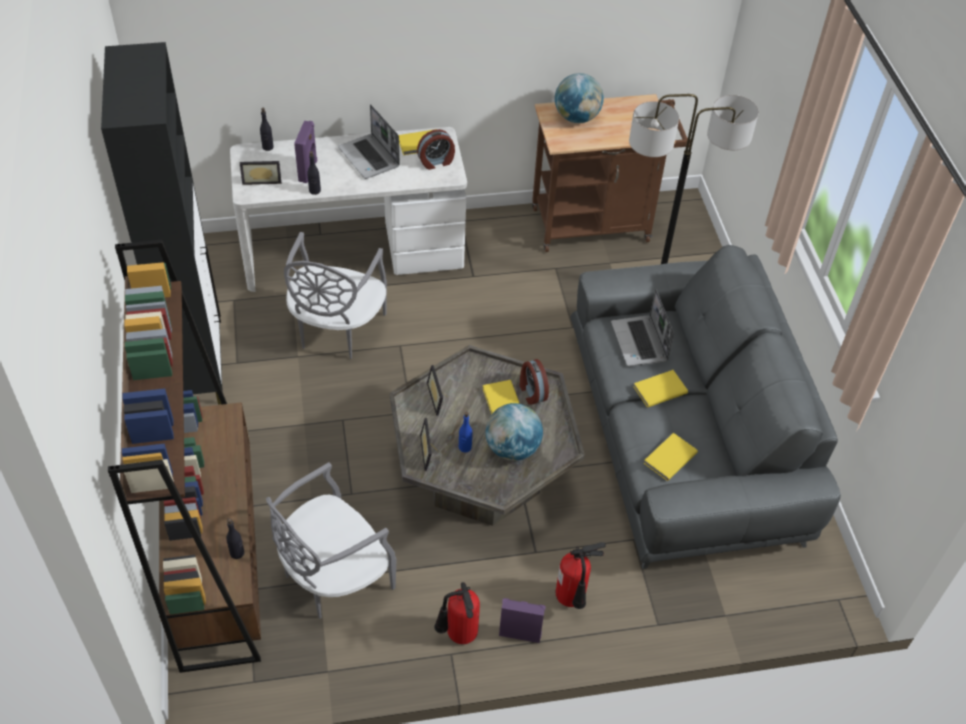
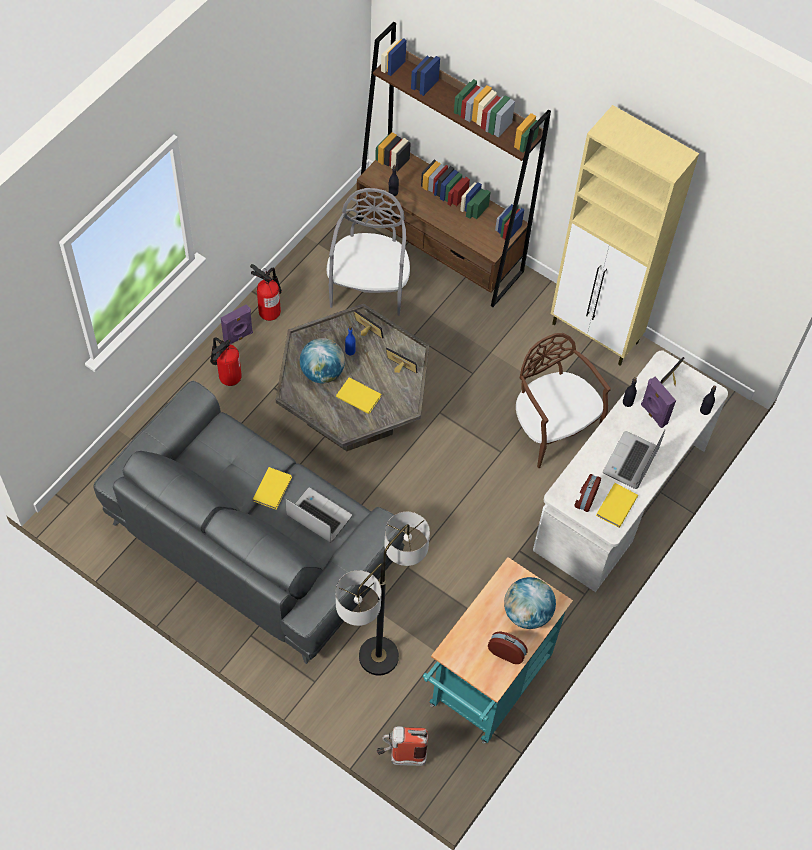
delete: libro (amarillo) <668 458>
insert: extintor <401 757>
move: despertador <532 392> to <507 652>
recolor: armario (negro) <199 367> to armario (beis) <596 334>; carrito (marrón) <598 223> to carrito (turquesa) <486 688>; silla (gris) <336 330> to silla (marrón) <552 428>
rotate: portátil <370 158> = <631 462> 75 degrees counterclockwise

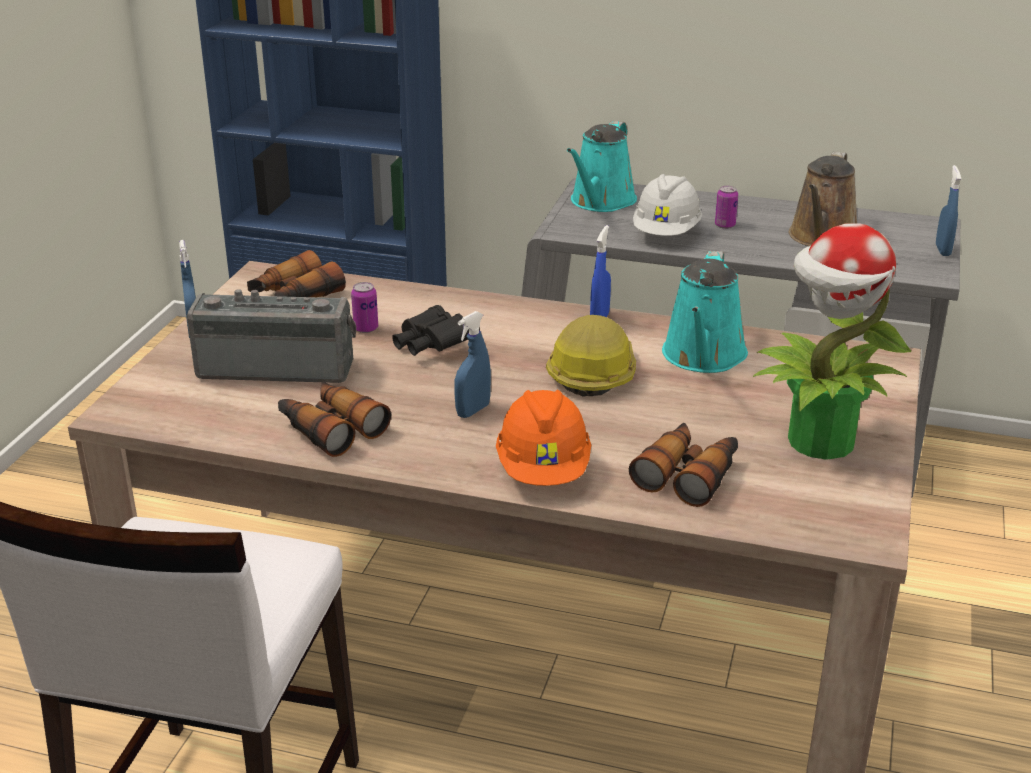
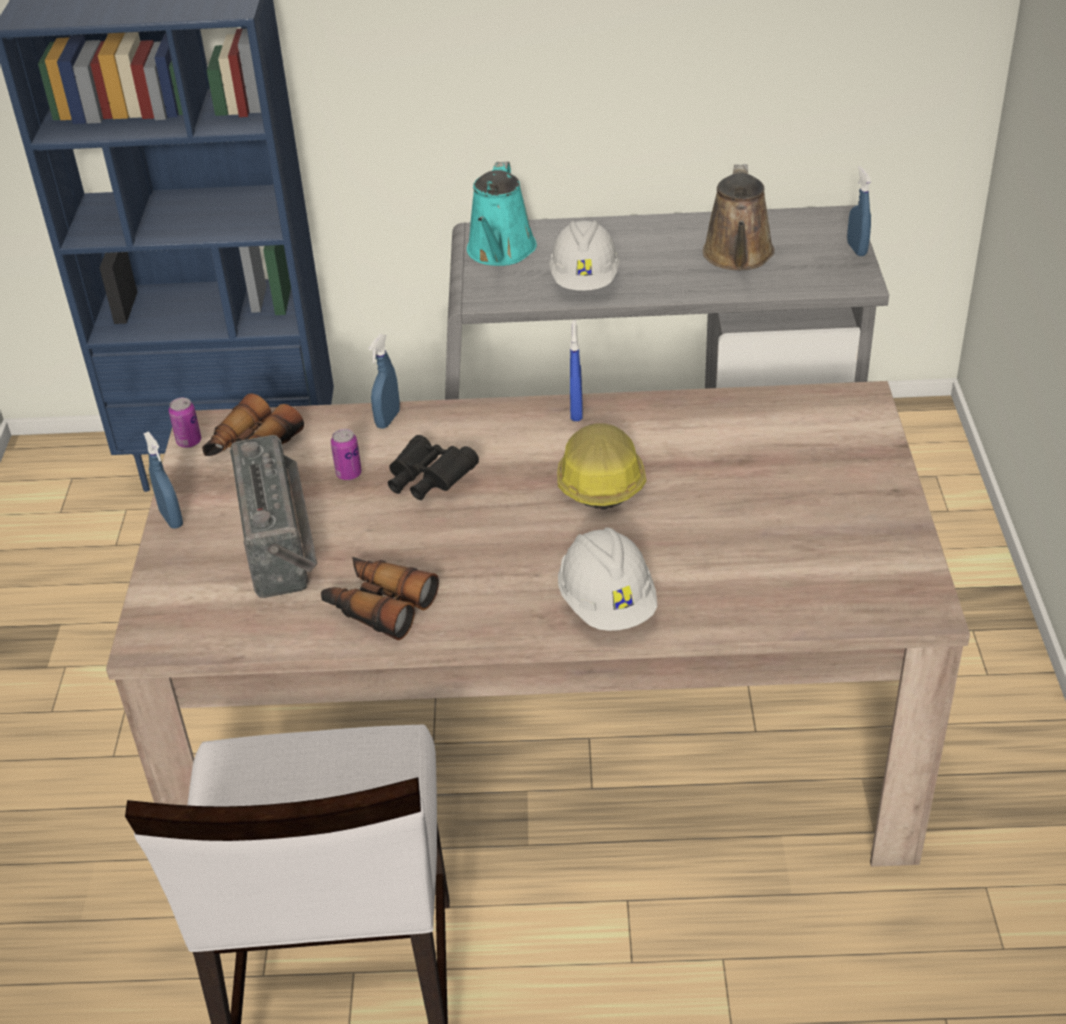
delete: planta en maceta <819 442>; regadera (turquesa) <703 357>; prismáticos <688 474>
move: lata <725 225> to <189 442>; pulverizador (azul) <473 410> to <388 419>
recolor: casco (naranja) <543 469> to casco (blanco) <607 604>
rotate: radio <277 367> = <283 543> 90 degrees clockwise

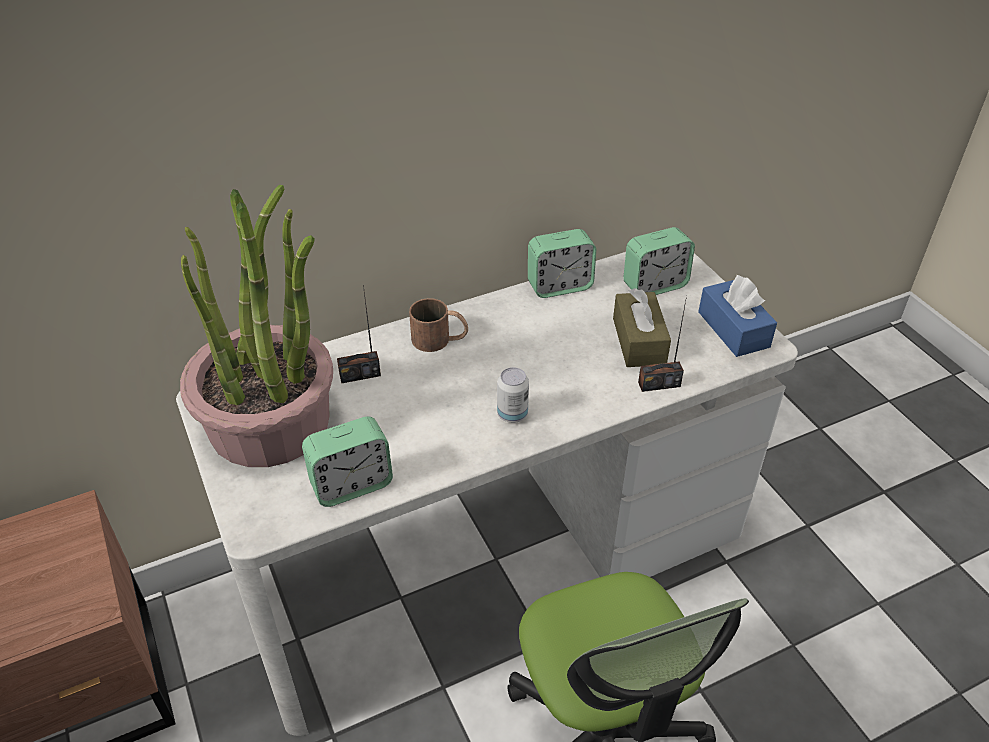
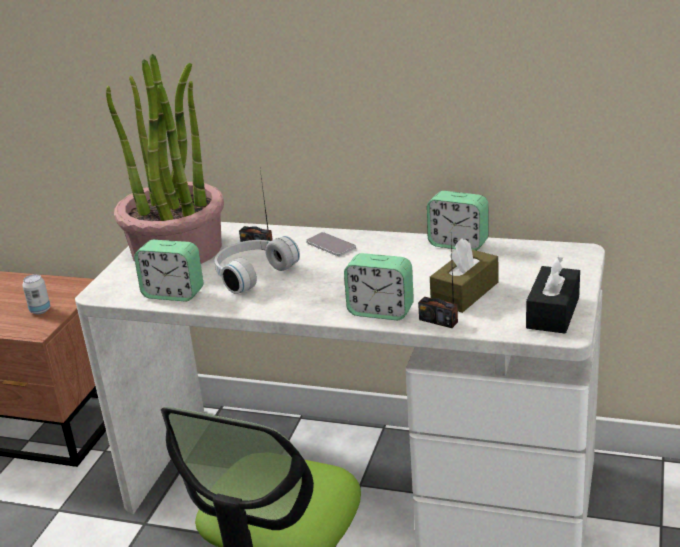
insert: auriculares (blanco) <251 274>
move: despertador <654 285> to <381 311>; lata <512 414> to <40 310>
replace: taza grande (marrón) <440 339> to móvil <331 245>
recolor: caja de pañuelos (azul) <733 329> to caja de pañuelos (negro) <553 312>

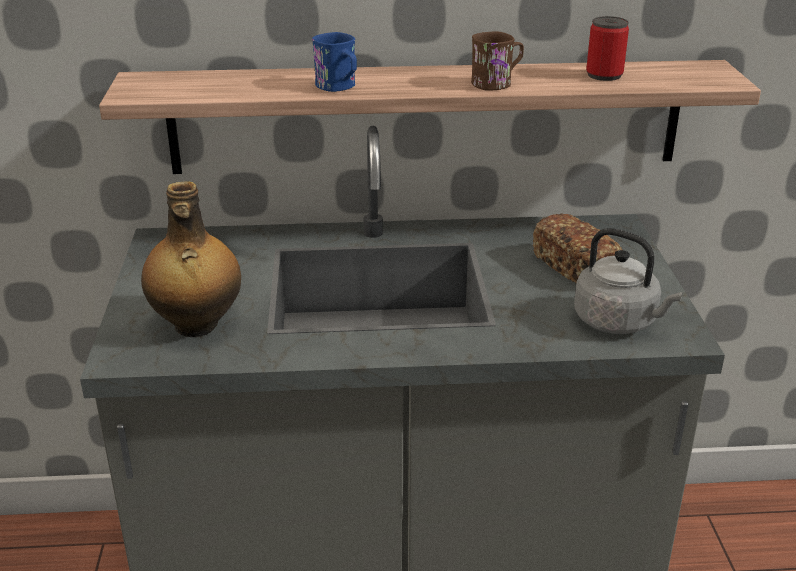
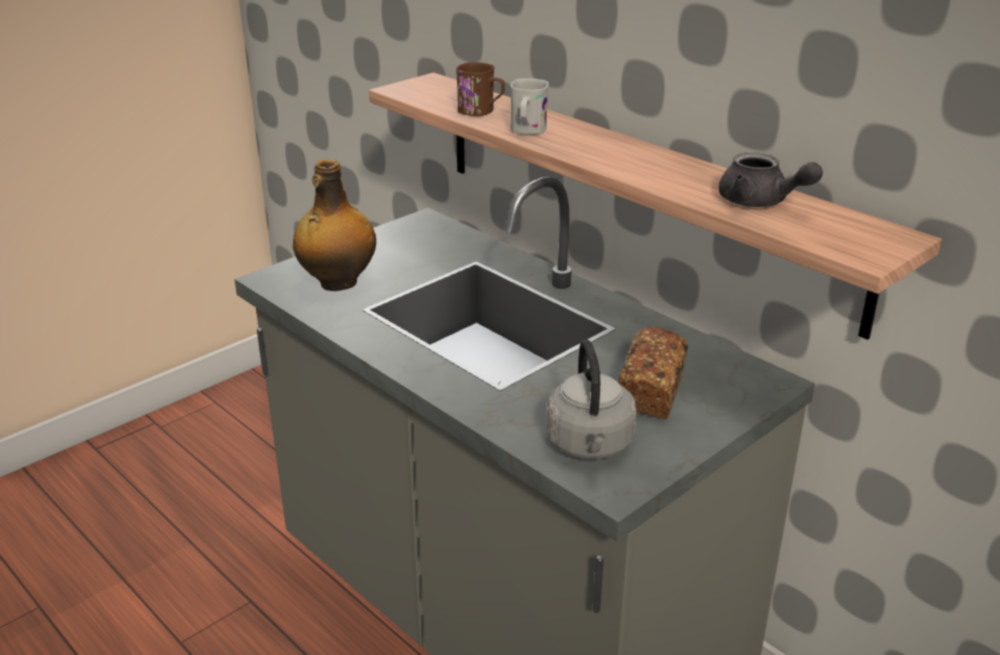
move: taza grande (marrón) <497 83> to <481 111>
replace: lata <604 75> to tetera (gris) <760 202>
recolor: taza grande (azul) <339 87> to taza grande (blanco) <527 131>

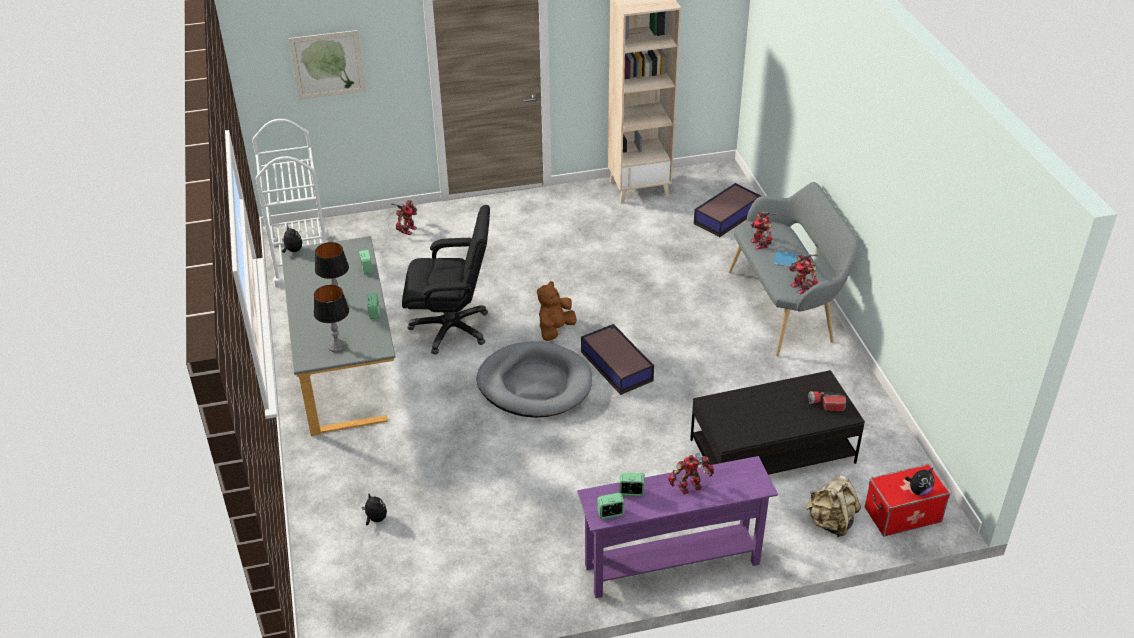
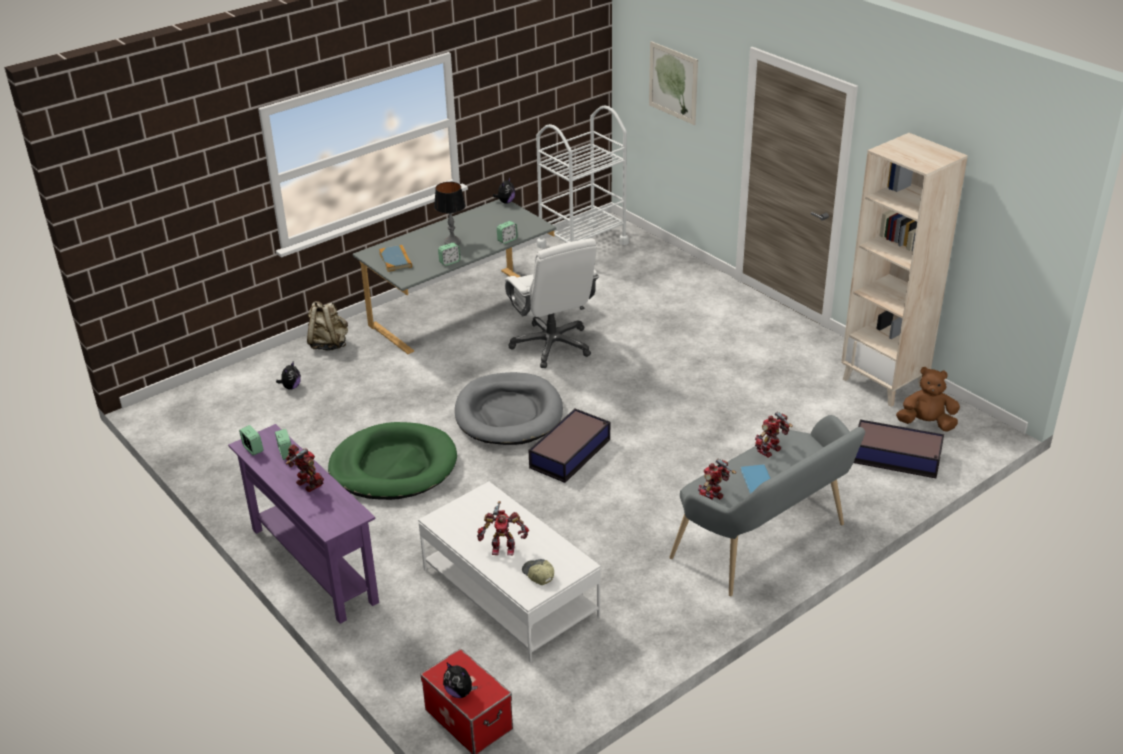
insert: cama para perro (verde) <393 466>
move: robot de juguete <407 229> to <503 548>; peluche (marrón) <555 329> to <926 423>; mochila (beis) <830 522> to <329 344>
replace: lámpara de mesa <337 346> to libro <395 260>; linterna <826 404> to gorra <538 575>
recolor: silla de oficina (negro) <452 328> to silla de oficina (blanco) <552 345>; mesa de centro (negro) <772 452> to mesa de centro (blanco) <509 593>

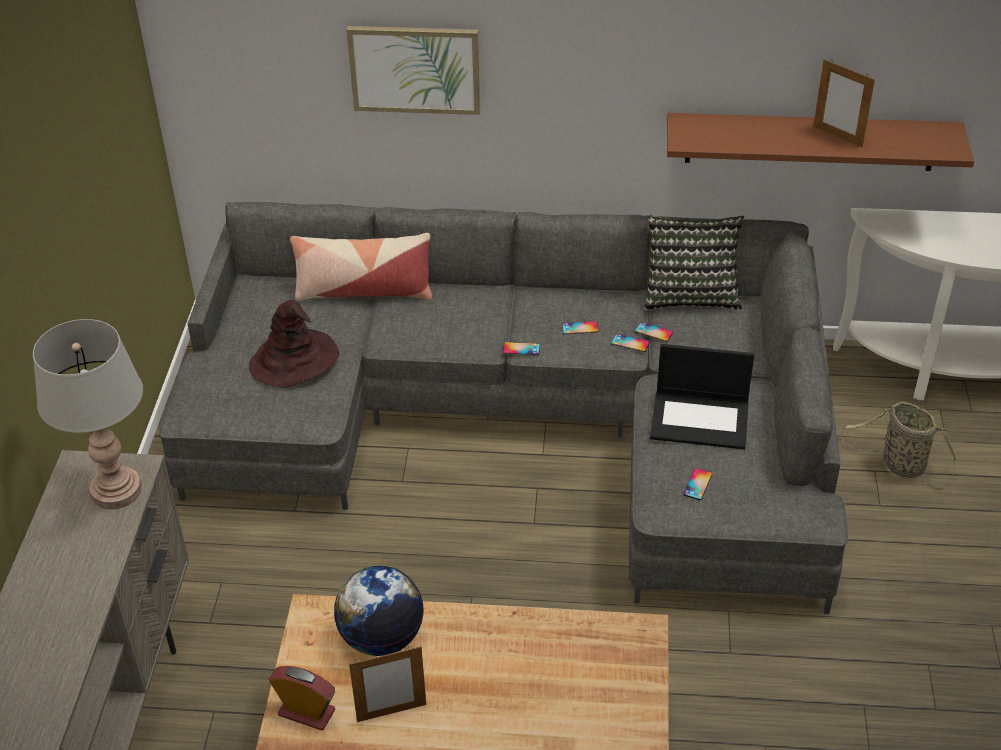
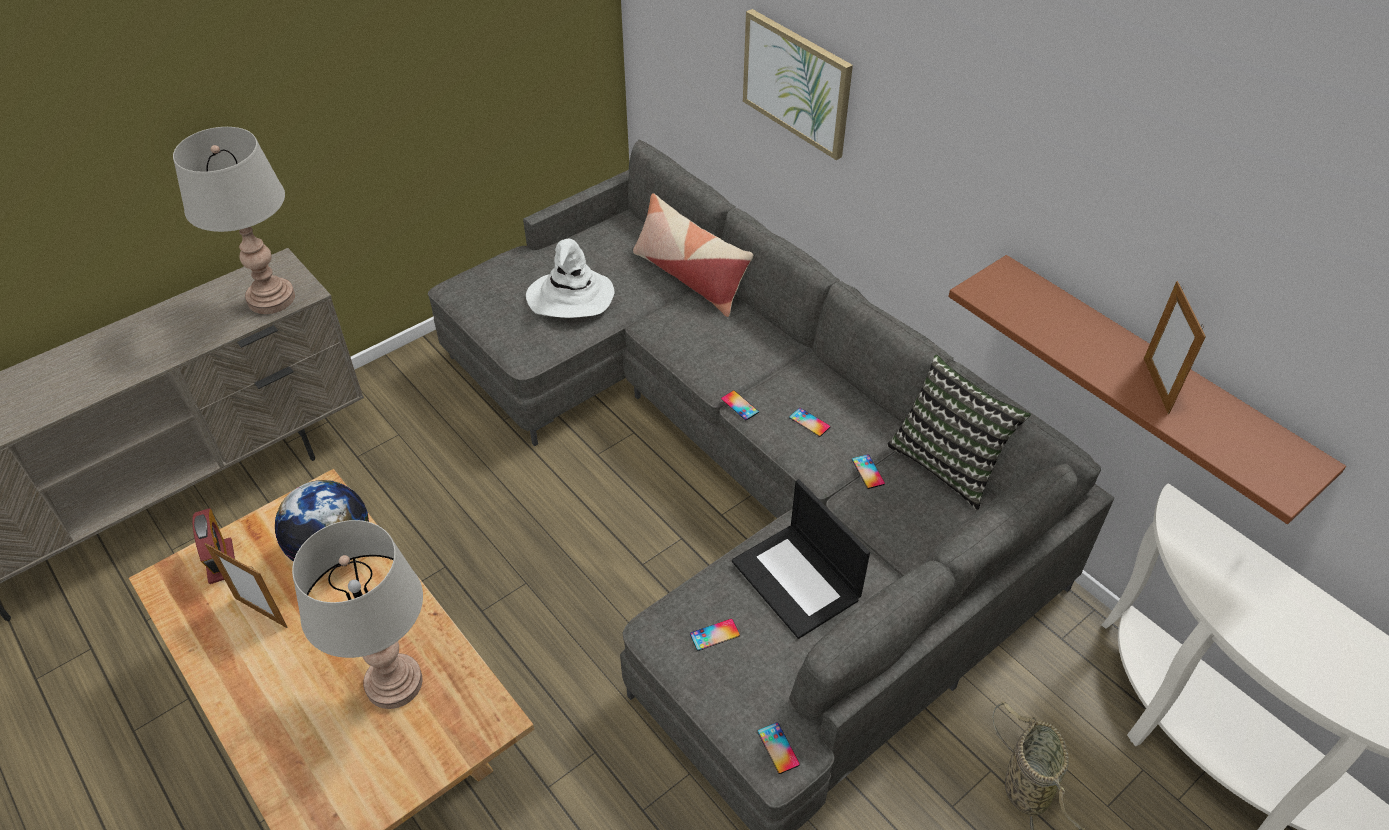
insert: lámpara de mesa (gris) <394 684>
move: móvil <630 343> to <778 748>
recolor: sombrero (marrón) <294 360> to sombrero (blanco) <570 297>

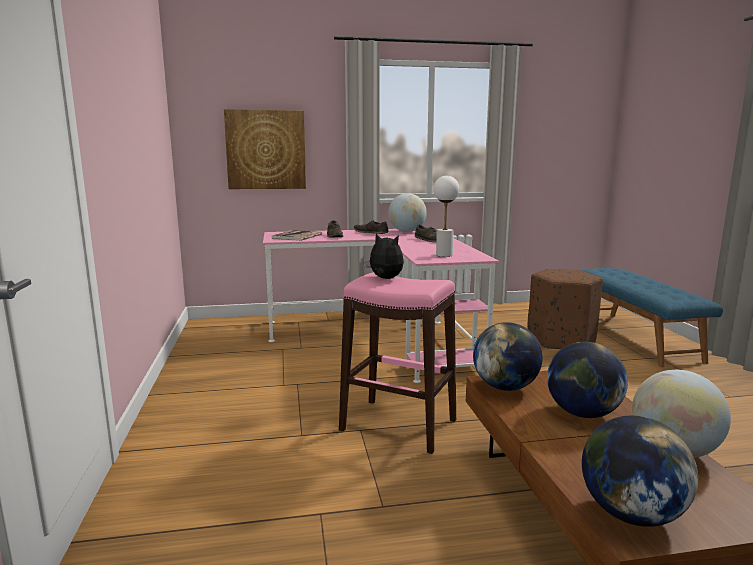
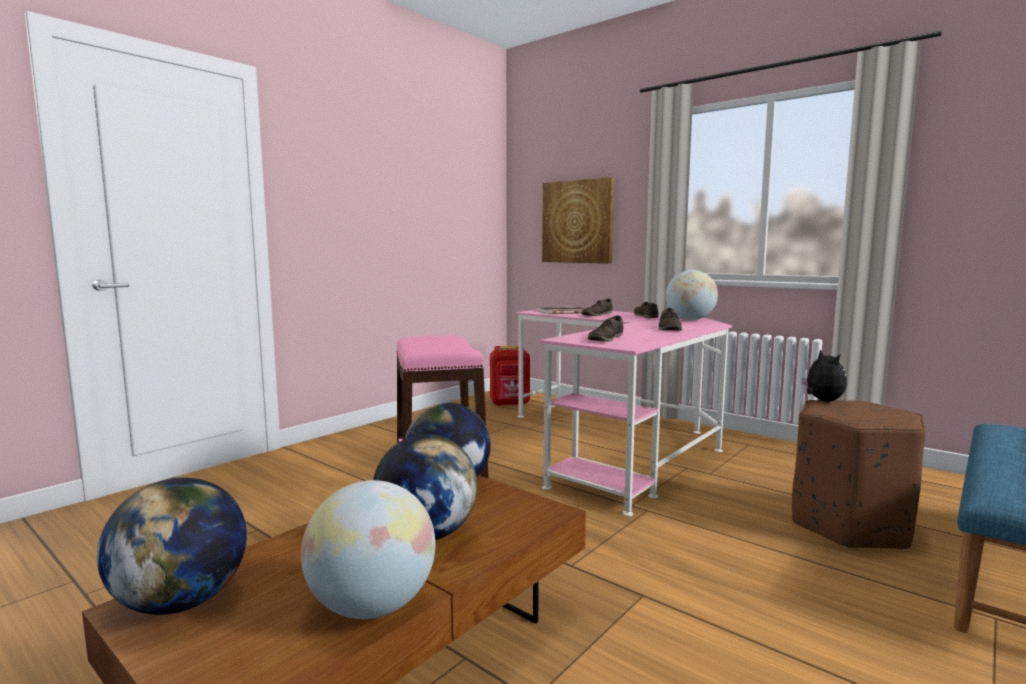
insert: mochila (rojo) <510 404>
move: peluche <385 279> to <822 401>
replace: lámpara de mesa (blanco) <444 255> to zapato (marrón) <606 339>

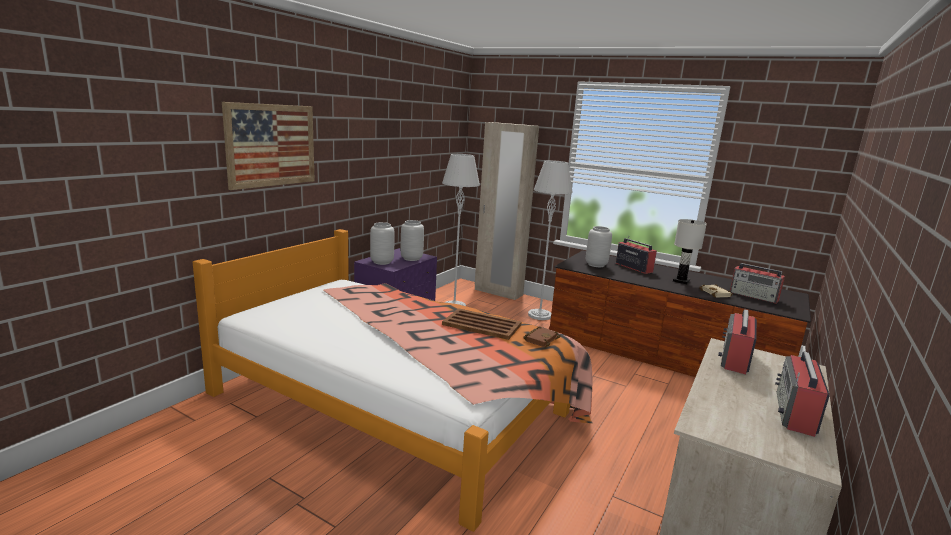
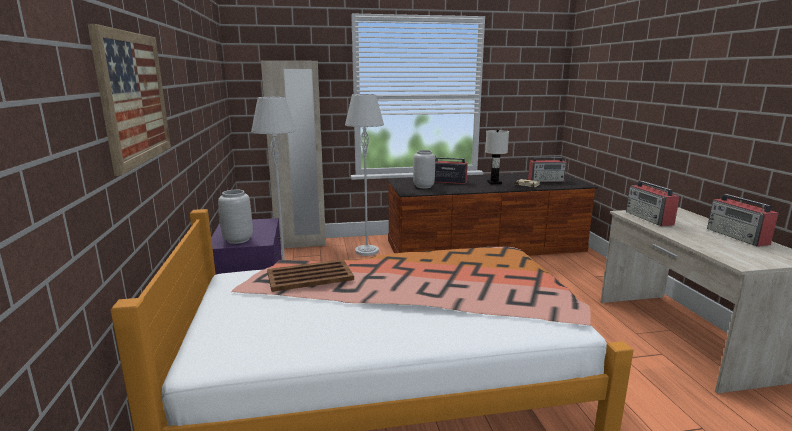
delete: florero (gris) <411 258>; libro (marrón) <541 339>
move: bandeja (marrón) <481 324> to <309 276>

